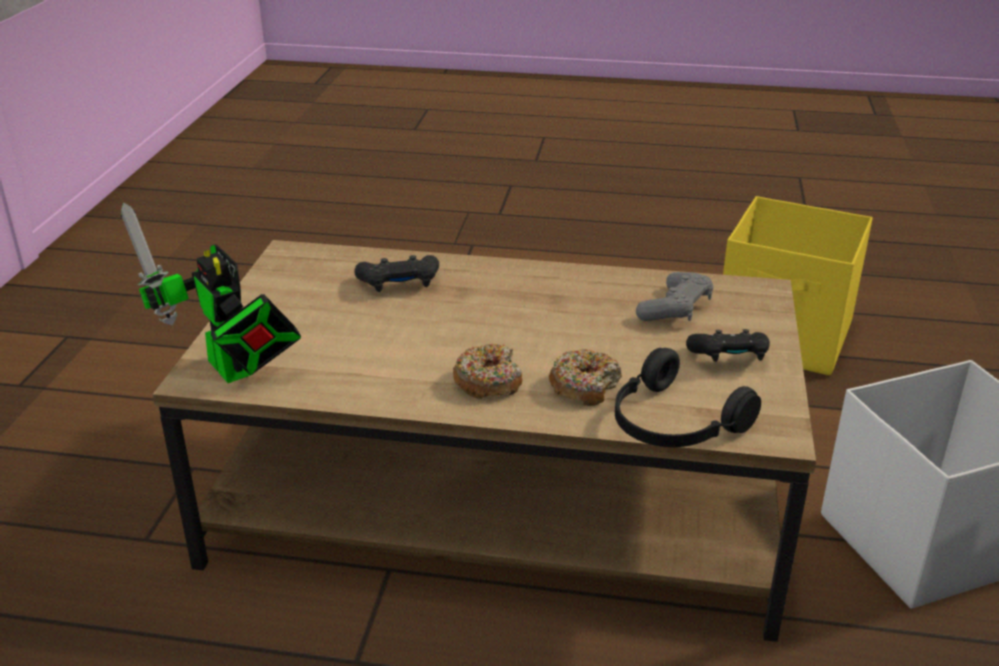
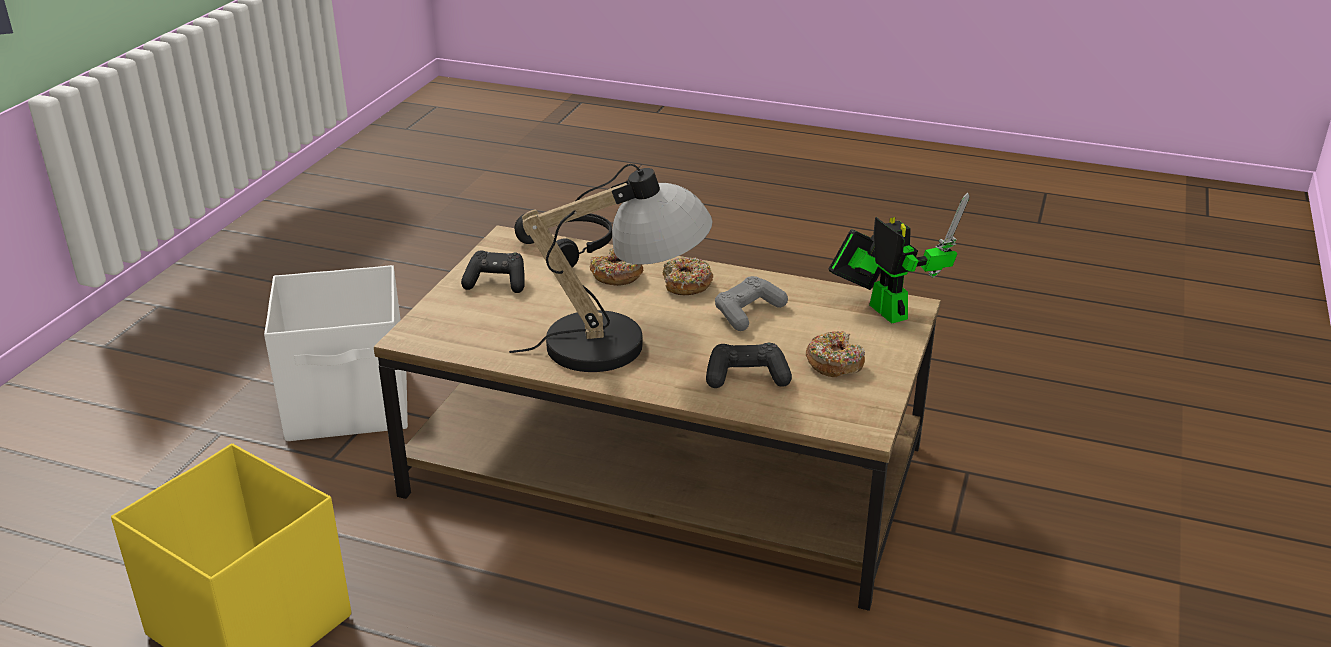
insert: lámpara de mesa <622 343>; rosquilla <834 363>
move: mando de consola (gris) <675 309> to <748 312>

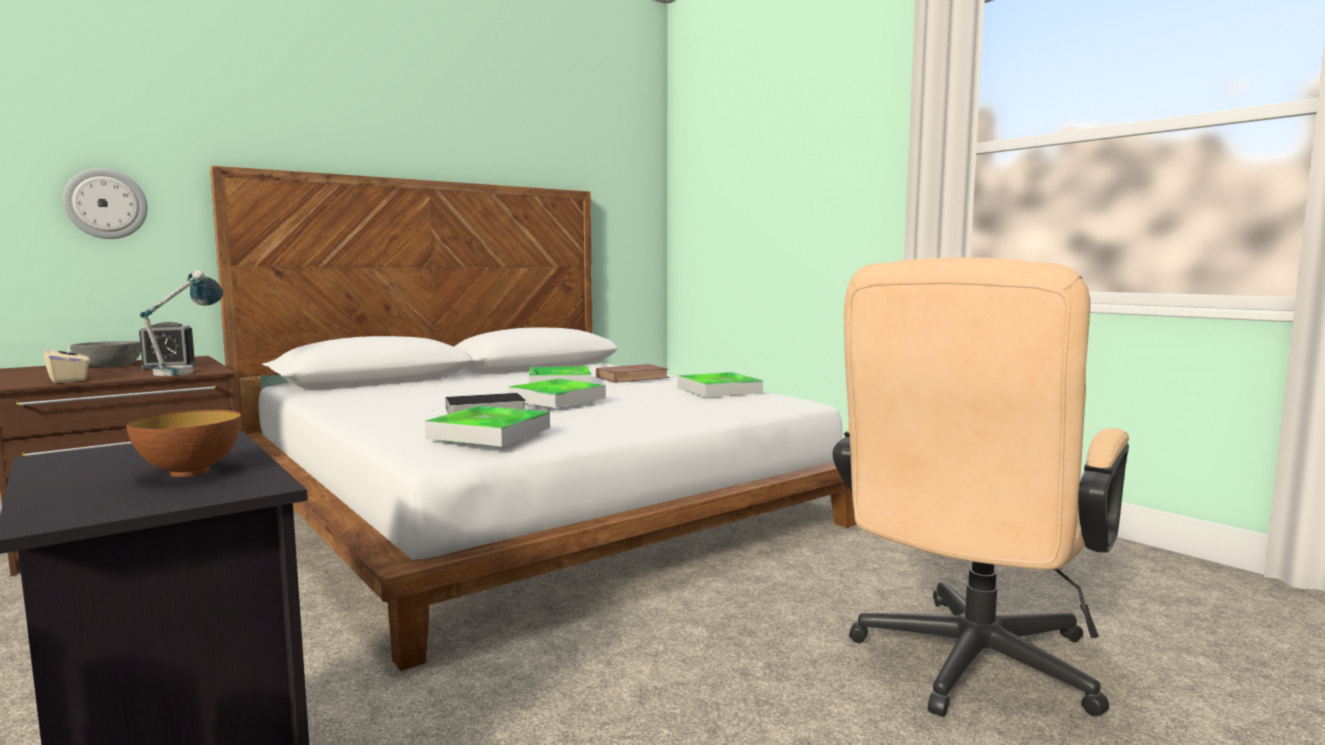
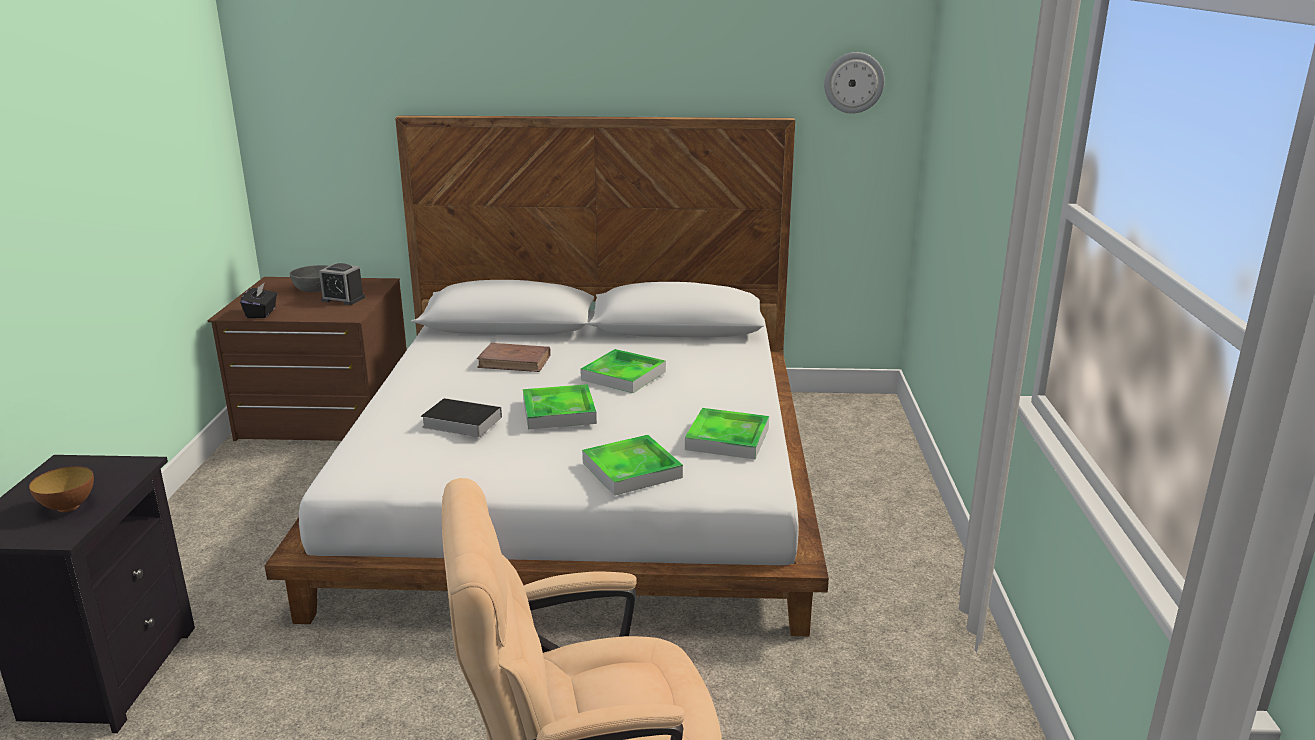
delete: lámpara de mesa <188 371>
move: reloj de pared <106 204> to <854 82>; libro (marrón) <632 377> to <515 361>; bandeja <489 433> to <632 470>
recolor: caja de pañuelos (beis) <69 380> to caja de pañuelos (negro) <261 313>

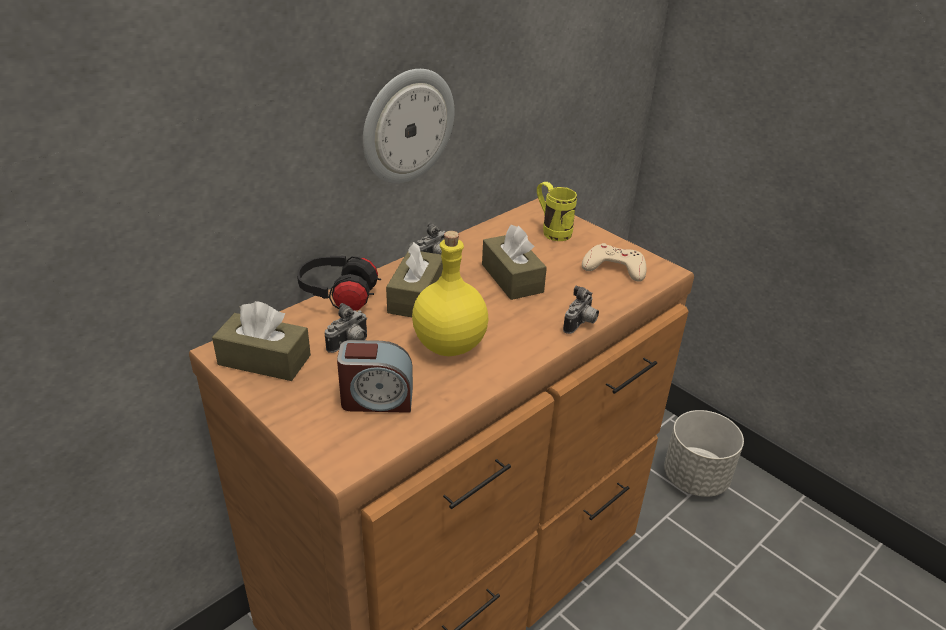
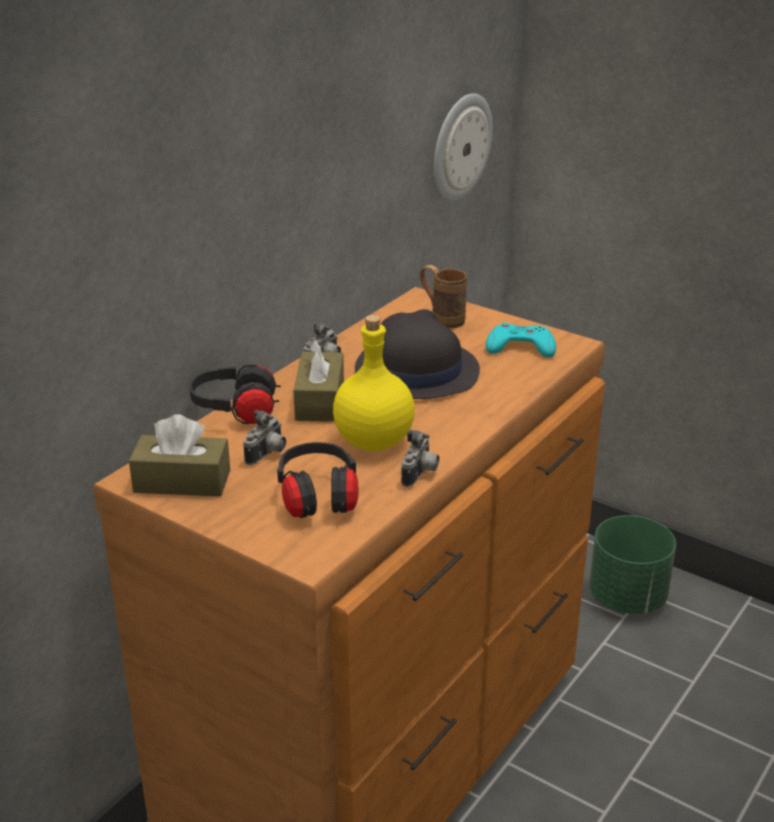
move: reloj de pared <407 126> to <460 146>; cámara <581 324> to <420 474>
replace: caja de pañuelos (marrón) <512 278> to sombrero (negro) <415 370>; despertador <377 399> to auriculares (negro) <318 500>
recolor: taza grande (amarillo) <552 231> to taza grande (marrón) <441 319>; mando de consola (beis) <614 268> to mando de consola (turquesa) <520 347>; maceta (gris) <696 478> to maceta (verde) <628 598>

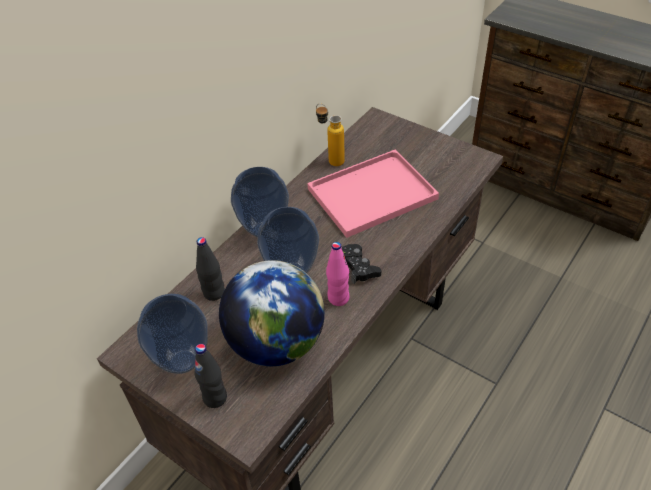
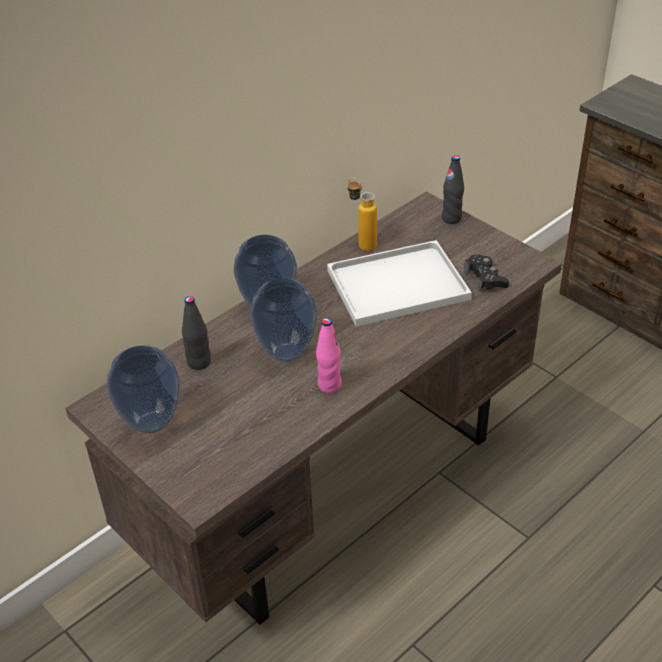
delete: globo terráqueo <276 343>
move: mando de consola (negro) <358 267> to <485 278>; botella (negro) <215 398> to <451 218>
recolor: bandeja (rosa) <370 195> to bandeja (blanco) <395 286>

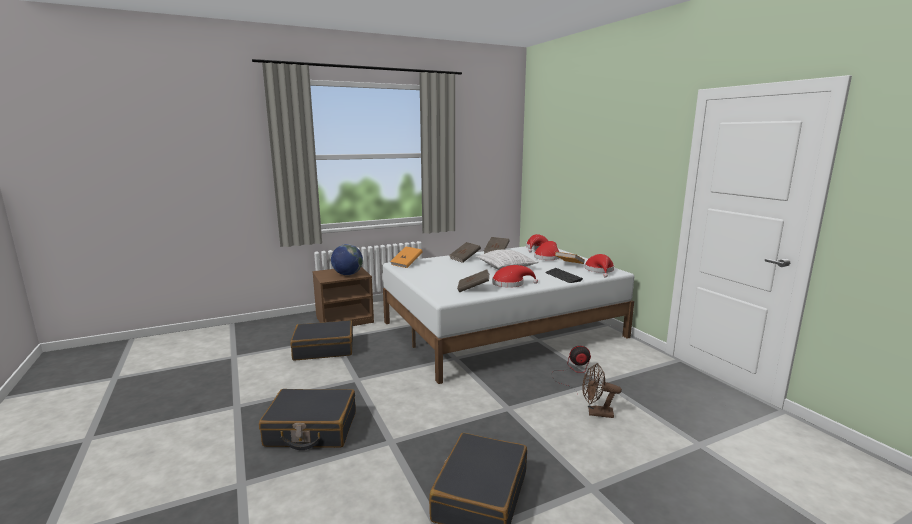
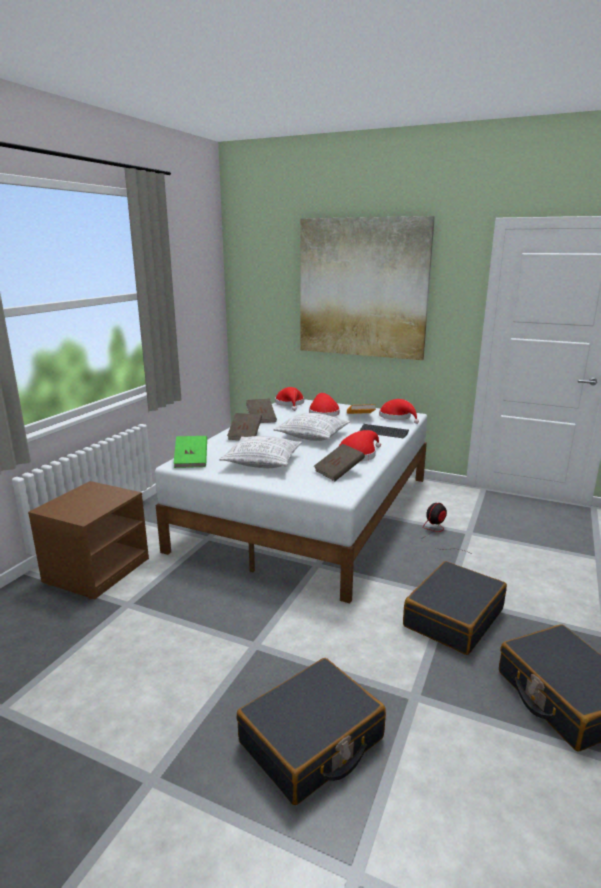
delete: globo terráqueo <347 274>; ventilador (marrón) <596 413>
insert: cuadro <363 288>; cojín <263 462>
move: maleta (negro) <324 348> to <453 617>
recolor: libro (naranja) <406 264> to libro (verde) <191 461>

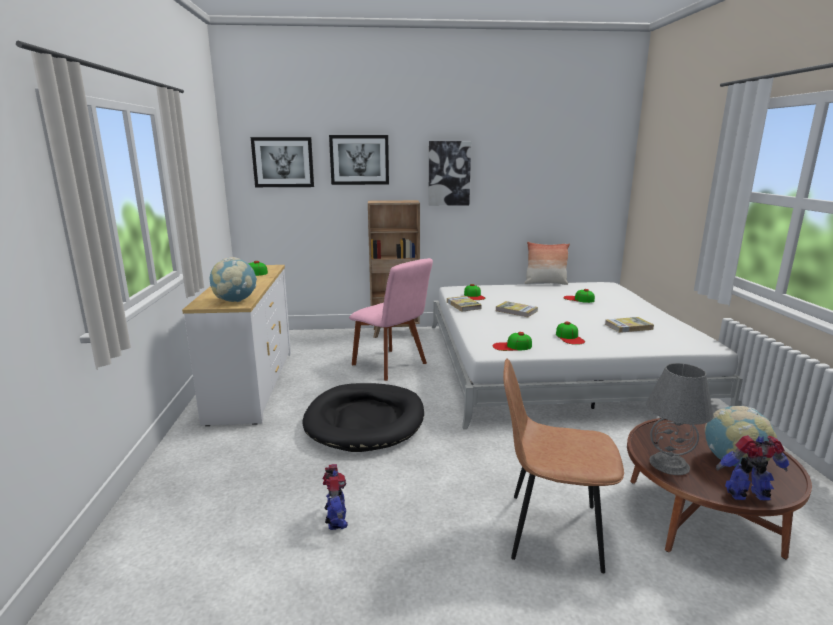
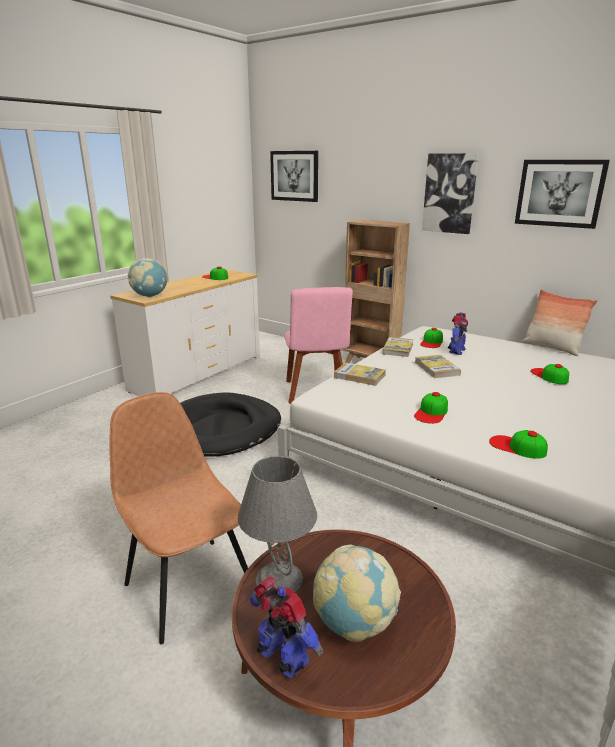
move: cuadro <359 160> to <559 193>; libro <628 327> to <359 376>; gorra <512 346> to <517 447>; robot de juguete <336 520> to <456 351>

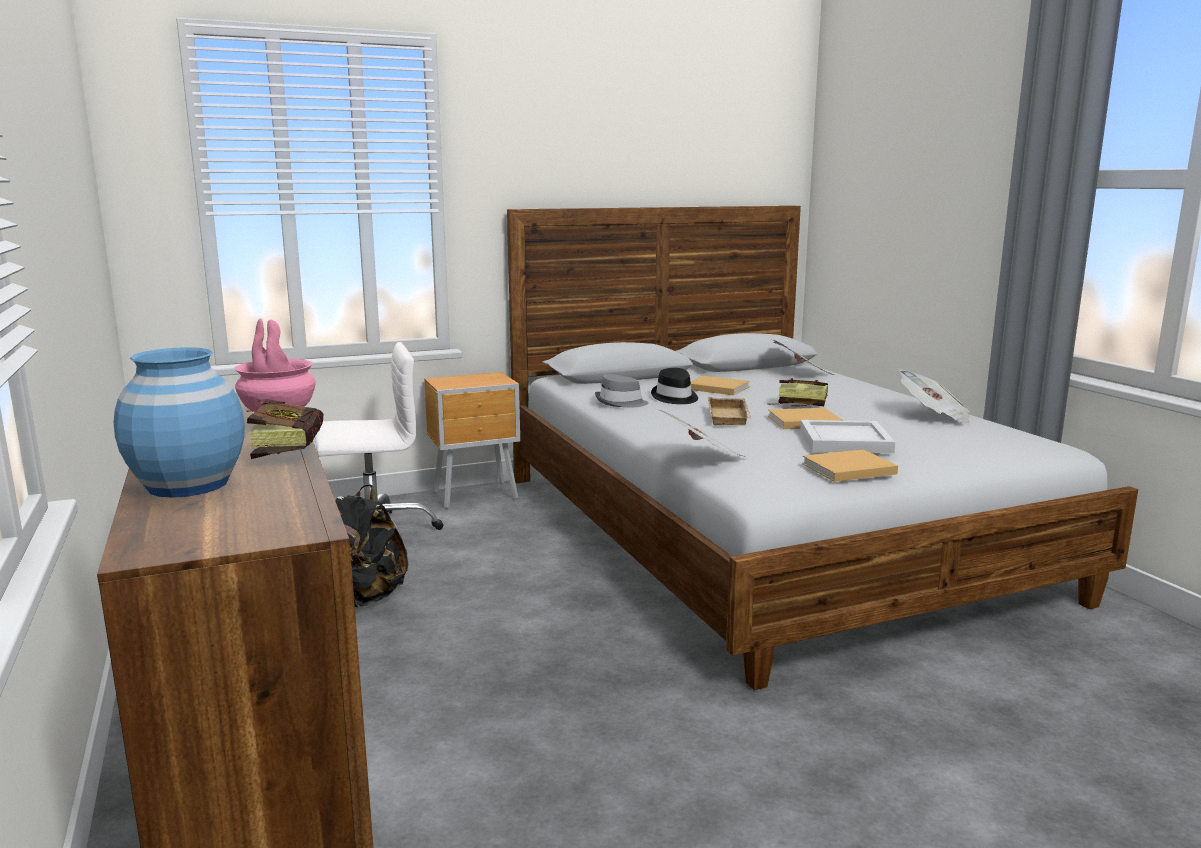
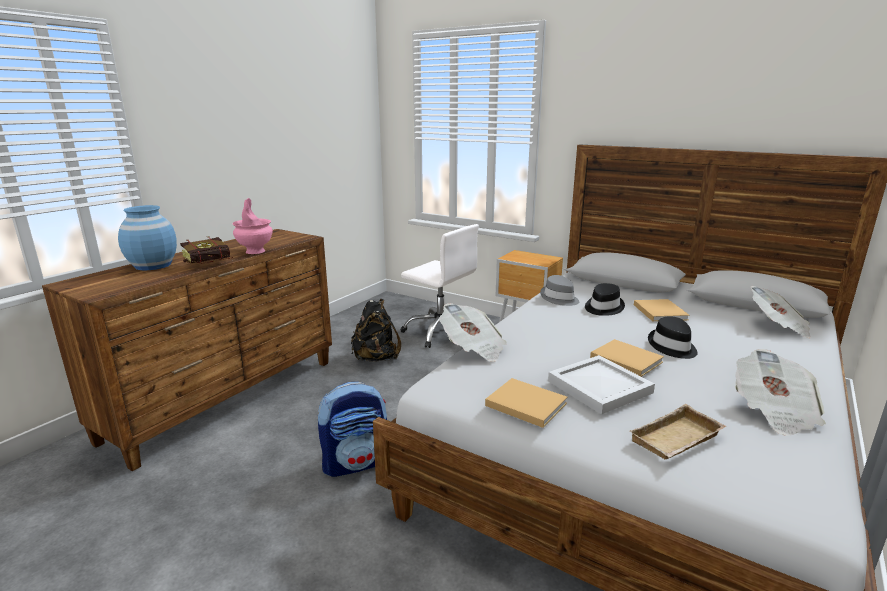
insert: mochila <356 463>
move: bandeja (beis) <730 417> to <677 440>
replace: libro <796 405> to sombrero (negro) <672 347>

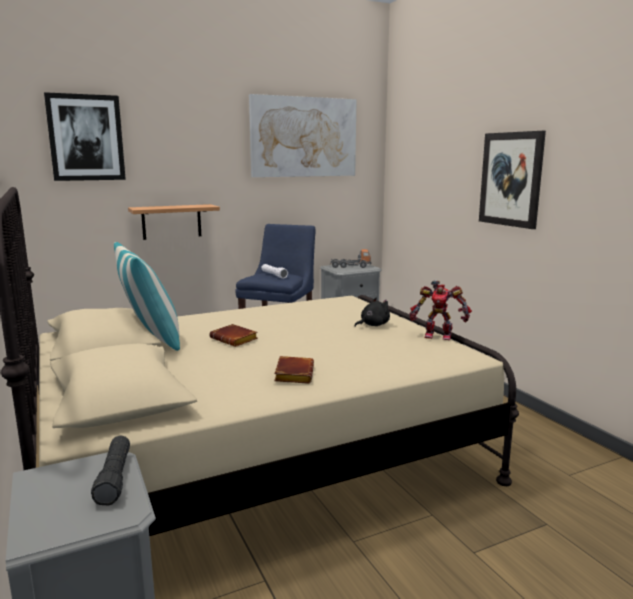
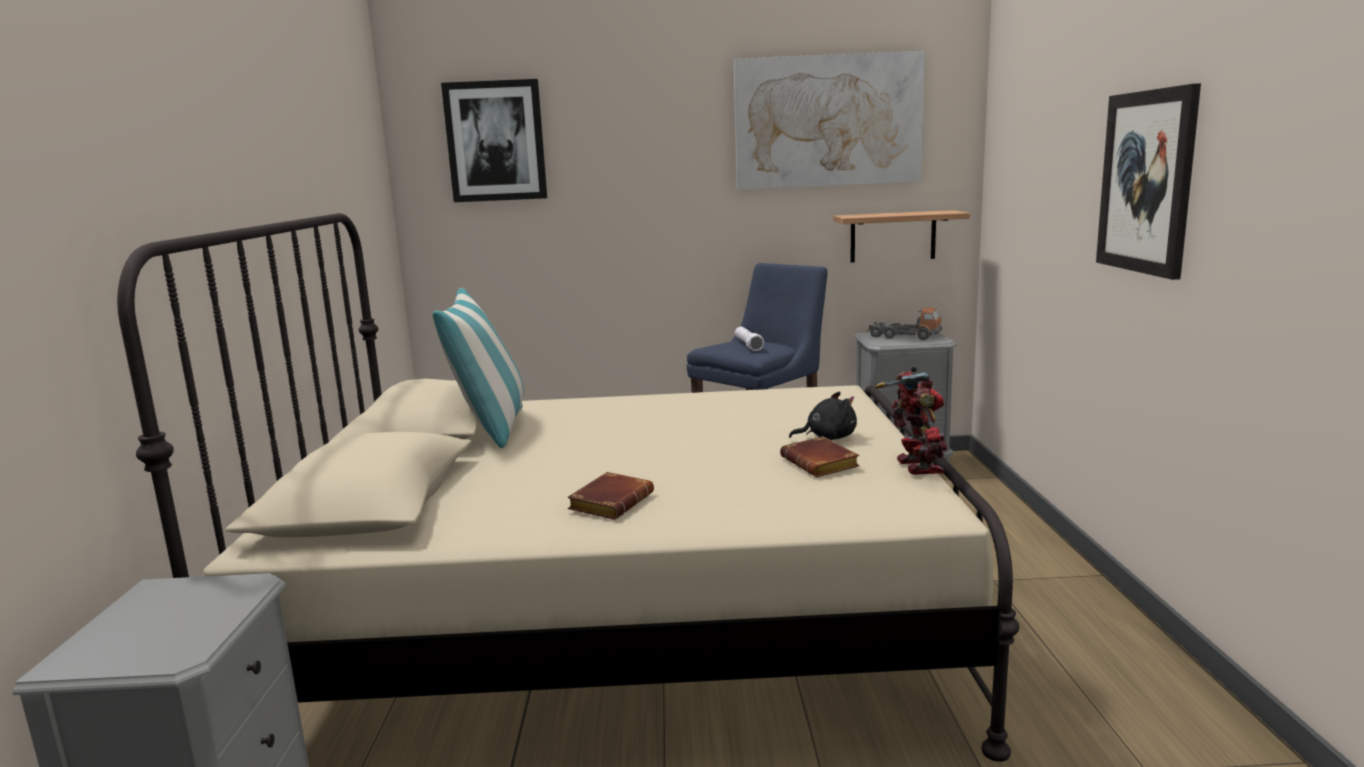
delete: linterna (negro) <114 478>
move: estante <171 221> to <892 236>; libro (marrón) <235 339> to <822 464>
rotate: robot de juguete <438 335> = <915 466> 135 degrees counterclockwise

